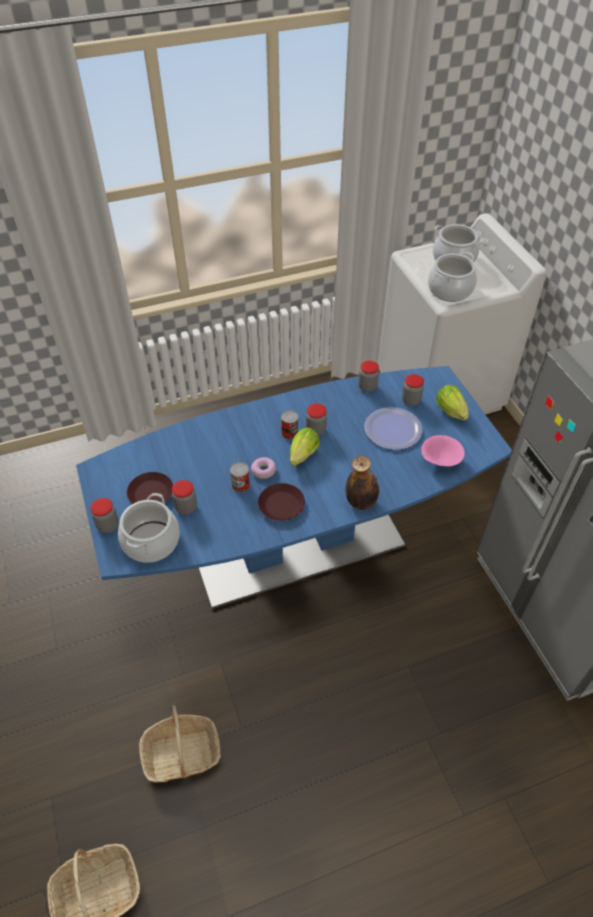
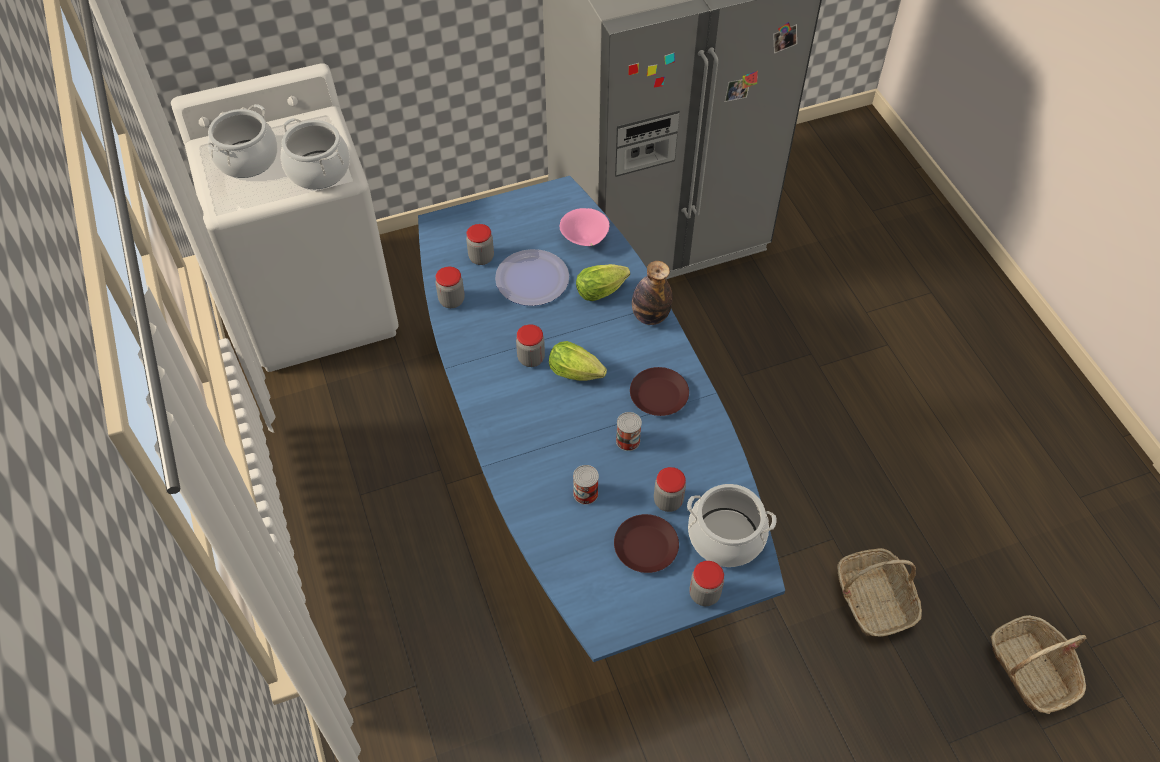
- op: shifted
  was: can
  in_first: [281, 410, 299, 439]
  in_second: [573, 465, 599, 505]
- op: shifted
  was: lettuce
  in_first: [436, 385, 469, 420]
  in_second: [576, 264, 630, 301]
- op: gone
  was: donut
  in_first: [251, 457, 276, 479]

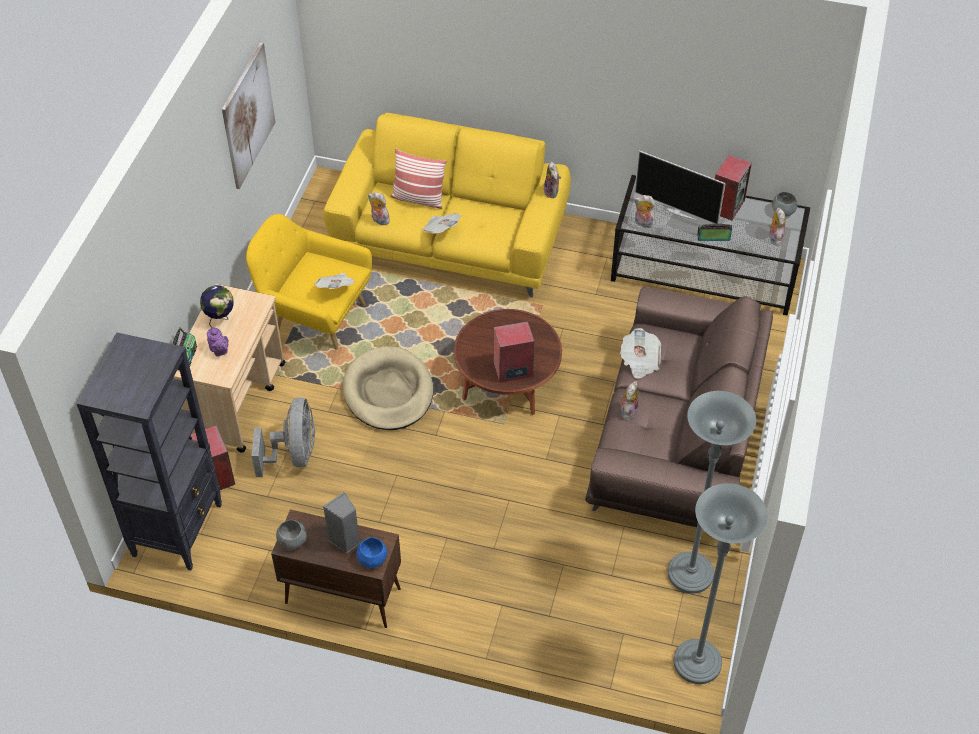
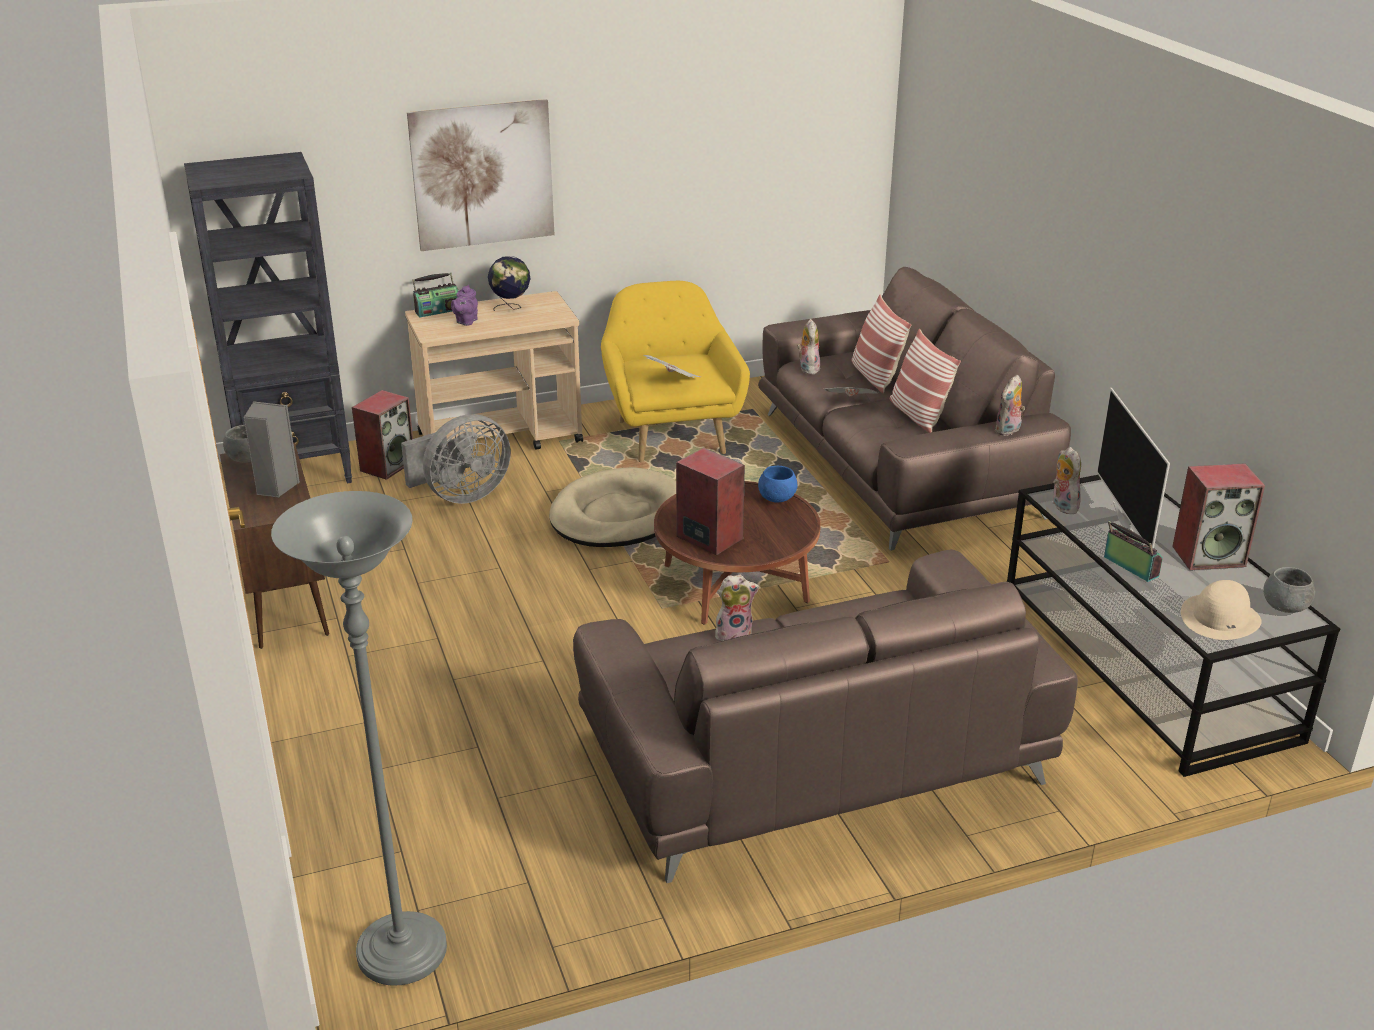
- op: shifted
  was: picture
  in_first: [222, 42, 276, 189]
  in_second: [407, 99, 554, 251]
- op: repainted
  was: yellow sofa
  now: brown sofa
  in_first: [323, 113, 571, 298]
  in_second: [758, 267, 1071, 550]
- op: shifted
  was: blue bowl
  in_first: [356, 537, 387, 568]
  in_second: [758, 466, 798, 502]
- op: new
  now: pillow
  in_second: [890, 329, 961, 433]
- op: swapped
  was: plush toy
  now: beige hat
  in_first: [769, 207, 786, 246]
  in_second: [1181, 580, 1262, 640]
- op: gone
  was: newspaper
  in_first: [620, 328, 661, 379]
- op: gone
  was: grey floor lamp
  in_first: [668, 391, 756, 594]

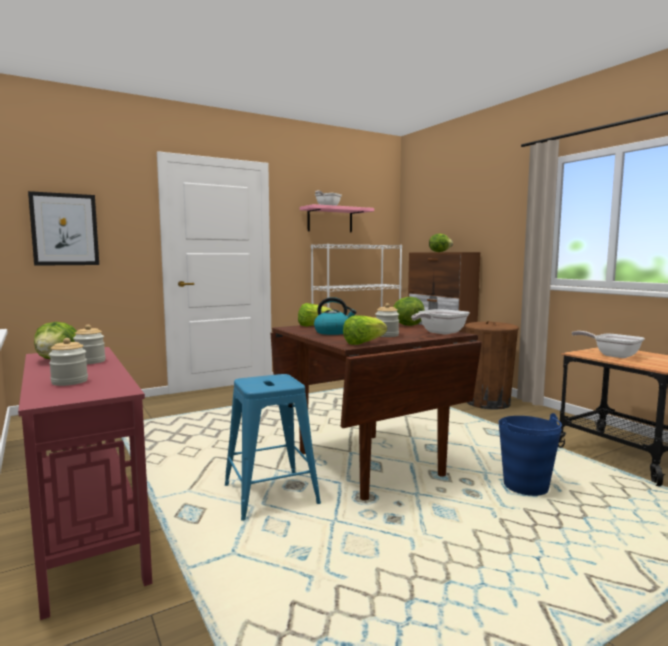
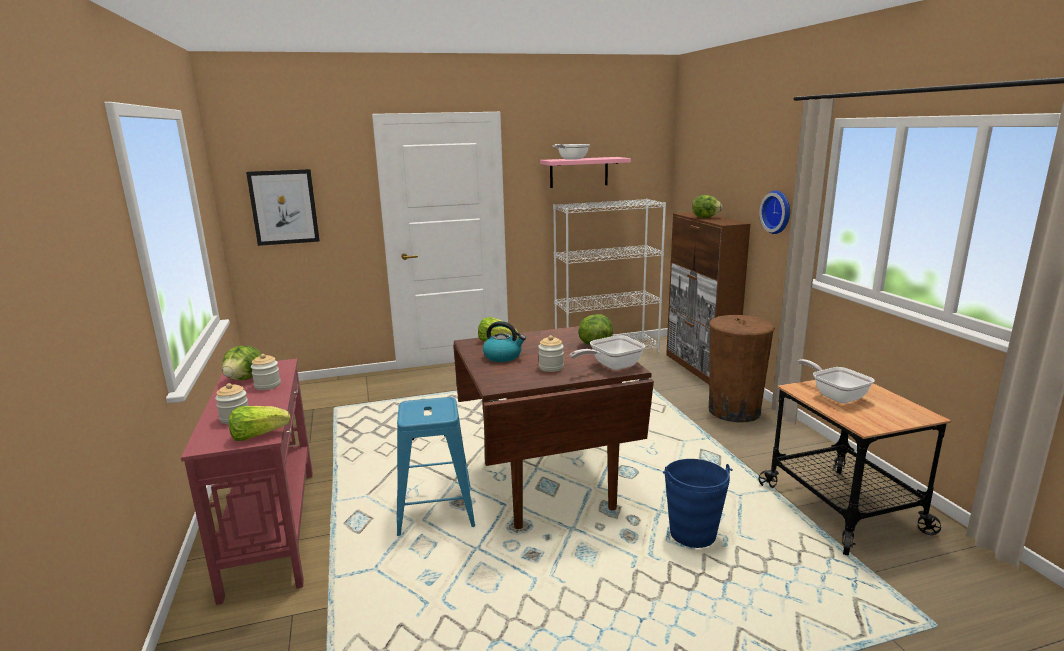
- op: shifted
  was: lettuce
  in_first: [343, 315, 387, 345]
  in_second: [229, 406, 290, 441]
- op: new
  now: wall clock
  in_second: [759, 190, 790, 234]

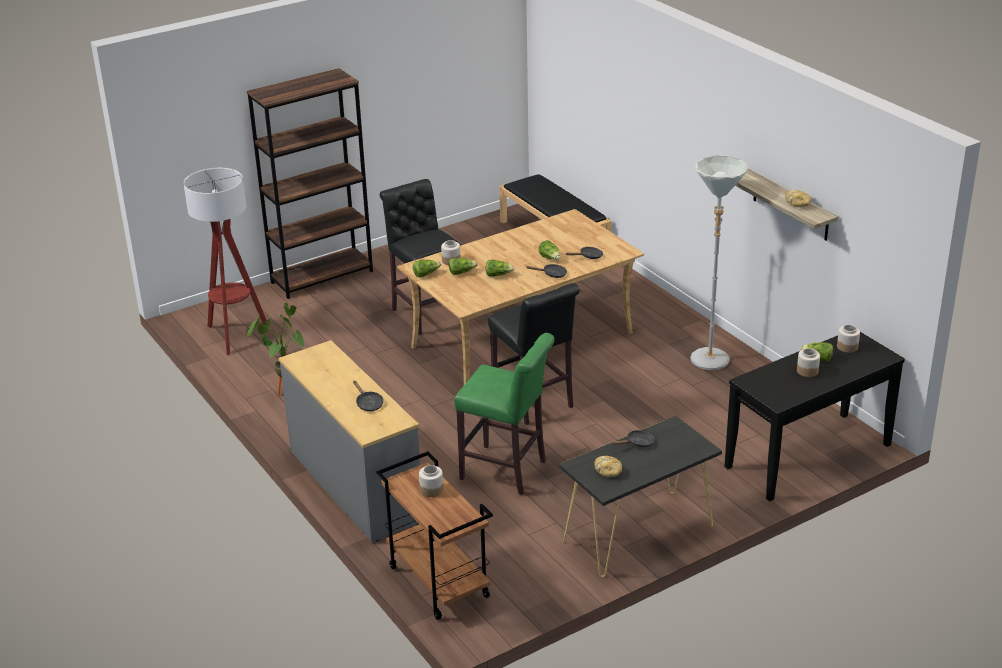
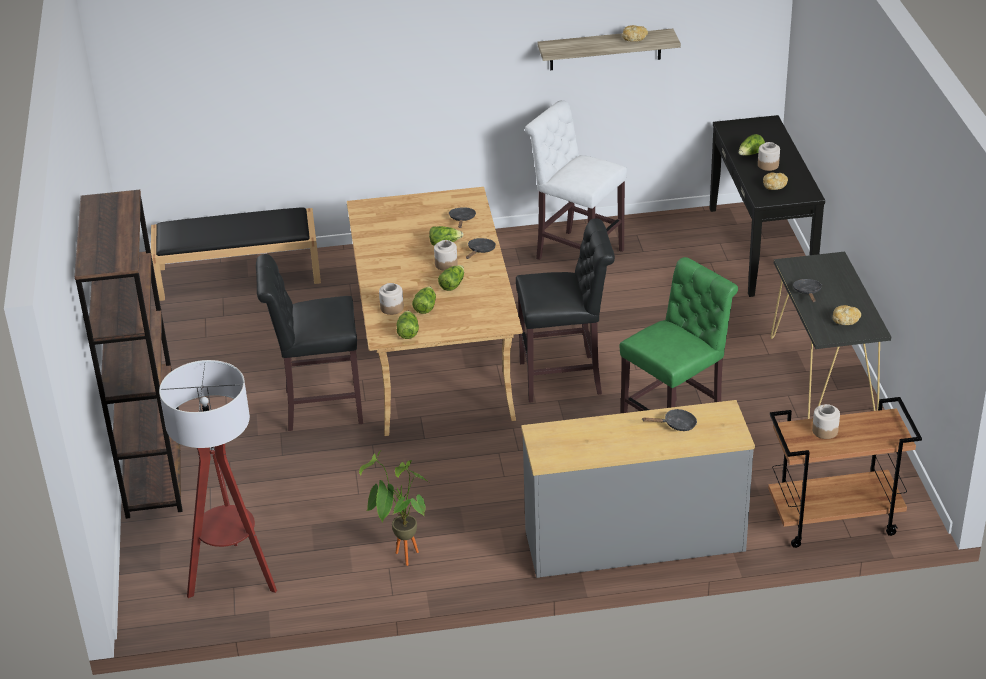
- op: shifted
  was: jar
  in_first: [837, 325, 860, 353]
  in_second: [434, 240, 458, 271]
- op: swapped
  was: grey floor lamp
  now: white stool
  in_first: [690, 156, 747, 370]
  in_second: [525, 100, 627, 260]
- op: new
  now: bread
  in_second: [763, 173, 788, 190]

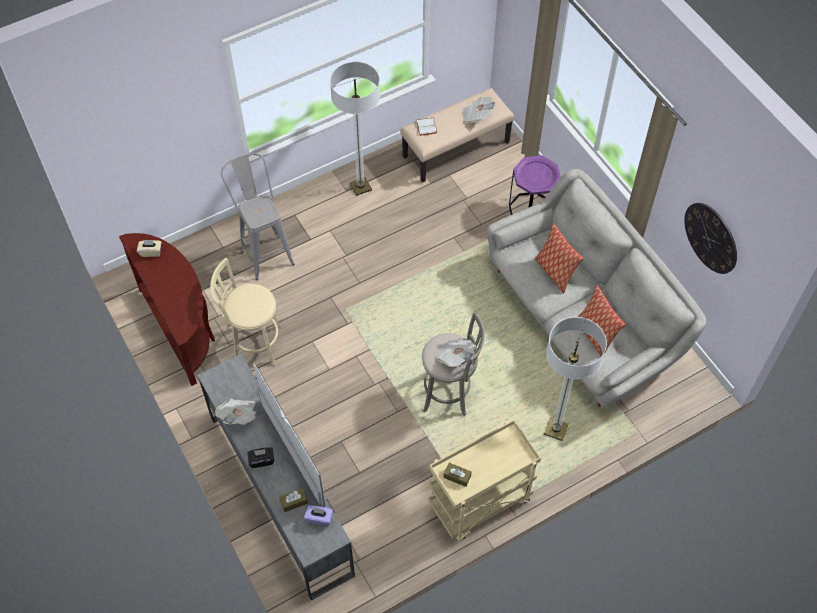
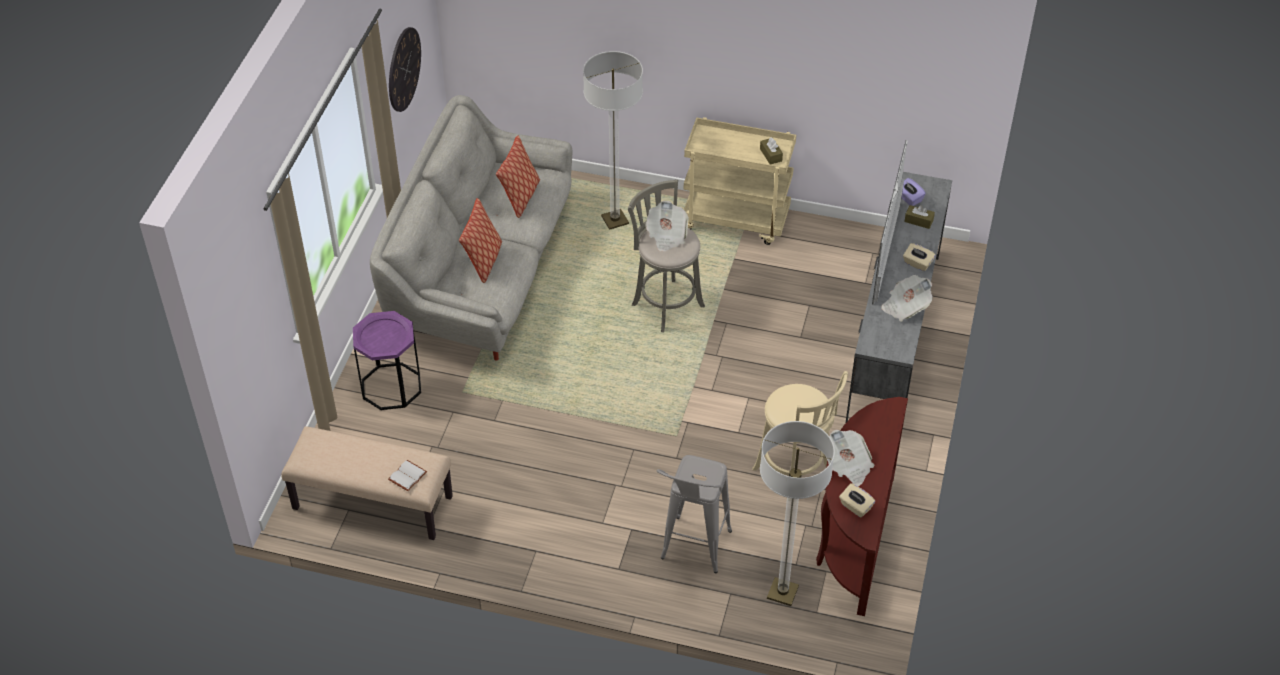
- op: shifted
  was: floor lamp
  in_first: [330, 61, 380, 196]
  in_second: [760, 421, 835, 606]
- op: shifted
  was: newspaper
  in_first: [461, 97, 496, 123]
  in_second: [827, 429, 874, 486]
- op: repainted
  was: black tissue box
  now: beige tissue box
  in_first: [248, 447, 275, 468]
  in_second: [903, 243, 935, 271]

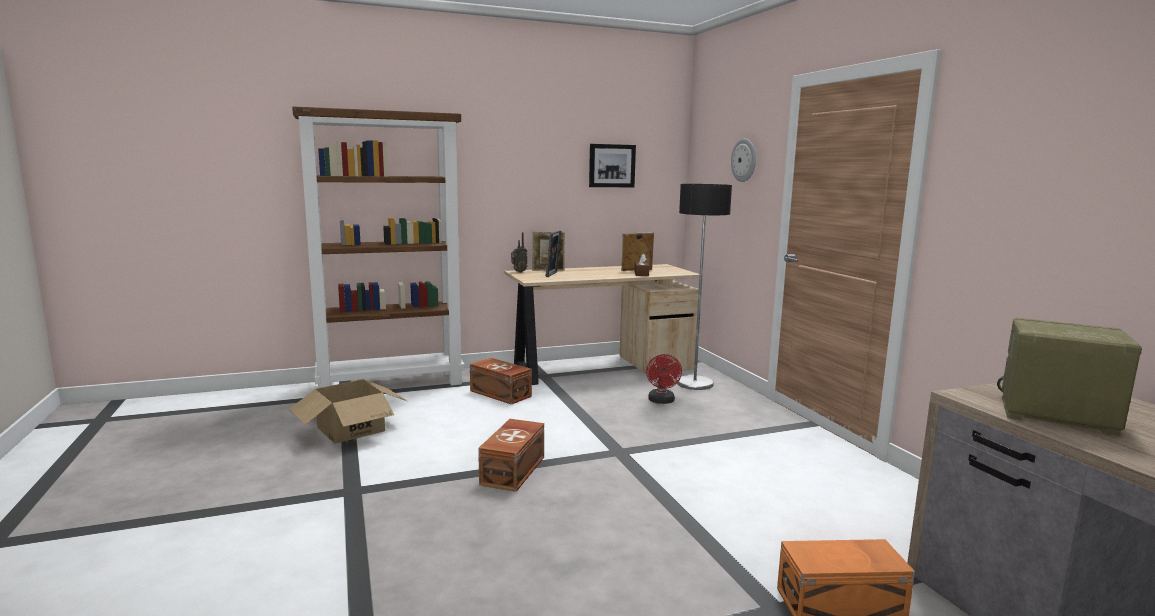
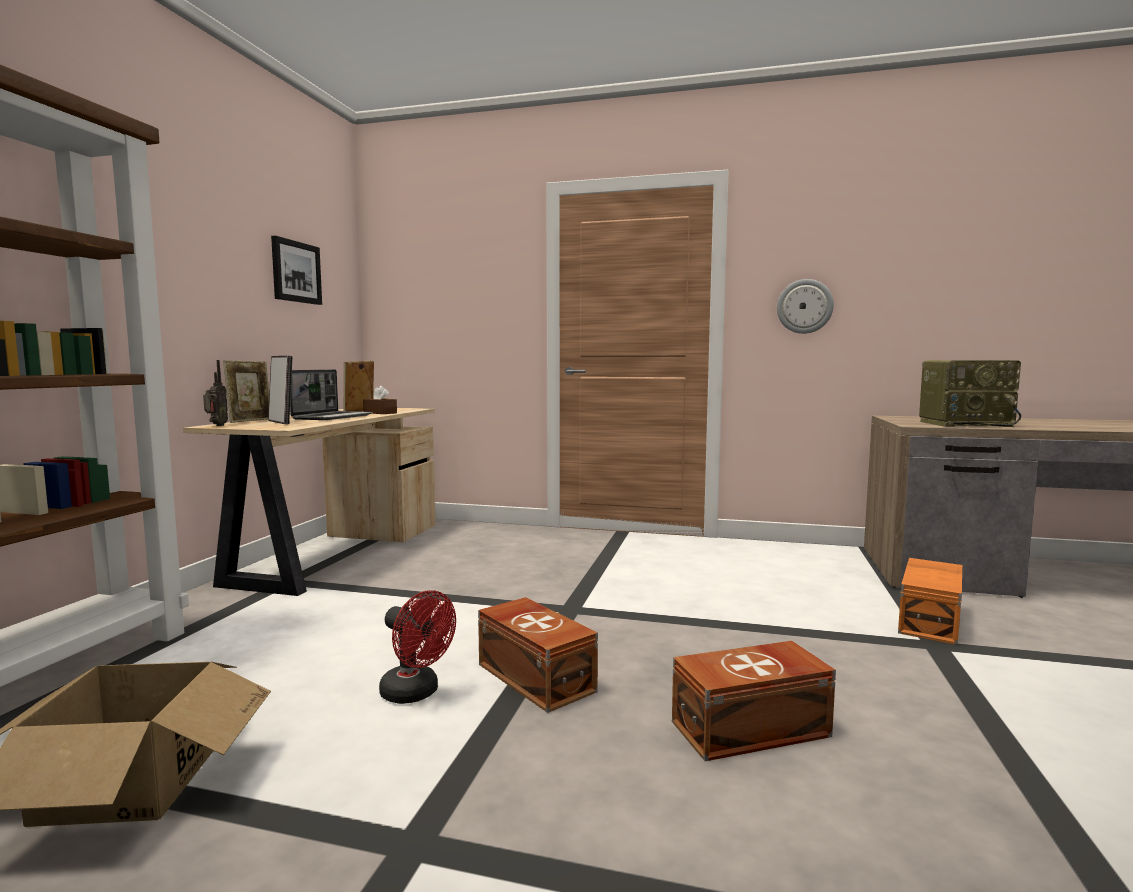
- op: new
  now: laptop
  in_second: [290, 370, 372, 420]
- op: shifted
  was: red fan
  in_first: [646, 354, 682, 404]
  in_second: [379, 590, 456, 704]
- op: shifted
  was: brown storage box
  in_first: [470, 358, 532, 404]
  in_second: [672, 641, 836, 761]
- op: shifted
  was: wall clock
  in_first: [731, 139, 756, 182]
  in_second: [777, 279, 834, 334]
- op: rotated
  was: radio
  in_first: [997, 318, 1142, 437]
  in_second: [919, 360, 1021, 427]
  clockwise: -150
- op: gone
  was: floor lamp
  in_first: [676, 184, 732, 390]

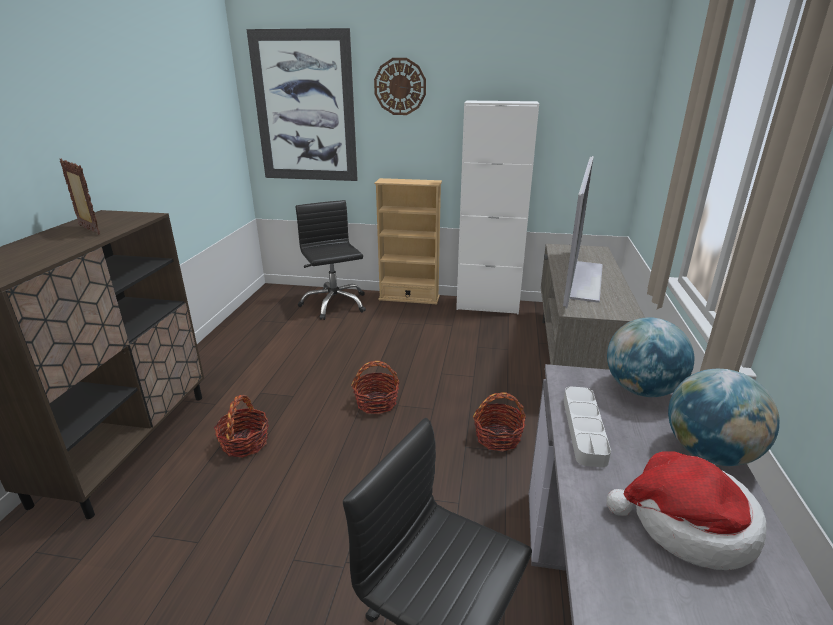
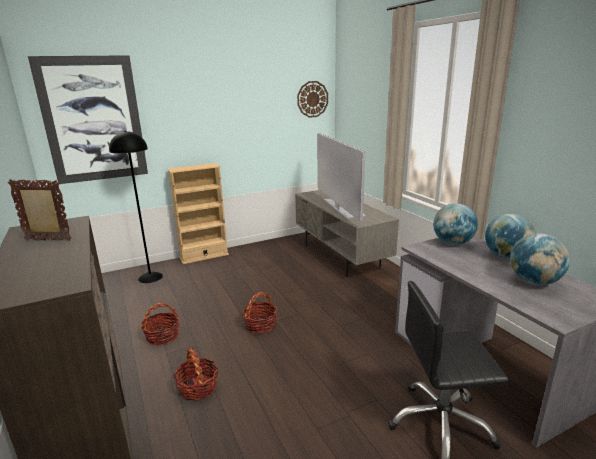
- op: swapped
  was: black office chair
  now: black floor lamp
  in_first: [296, 200, 366, 320]
  in_second: [109, 131, 163, 283]
- op: shifted
  was: basket
  in_first: [473, 392, 526, 452]
  in_second: [141, 303, 179, 346]
- op: shifted
  was: wall clock
  in_first: [374, 58, 426, 115]
  in_second: [297, 81, 328, 118]
- op: swapped
  was: hat
  now: globe
  in_first: [606, 451, 766, 570]
  in_second: [510, 233, 570, 285]
- op: gone
  was: white cabinet
  in_first: [456, 100, 539, 314]
- op: gone
  was: grey tray
  in_first: [563, 386, 611, 467]

